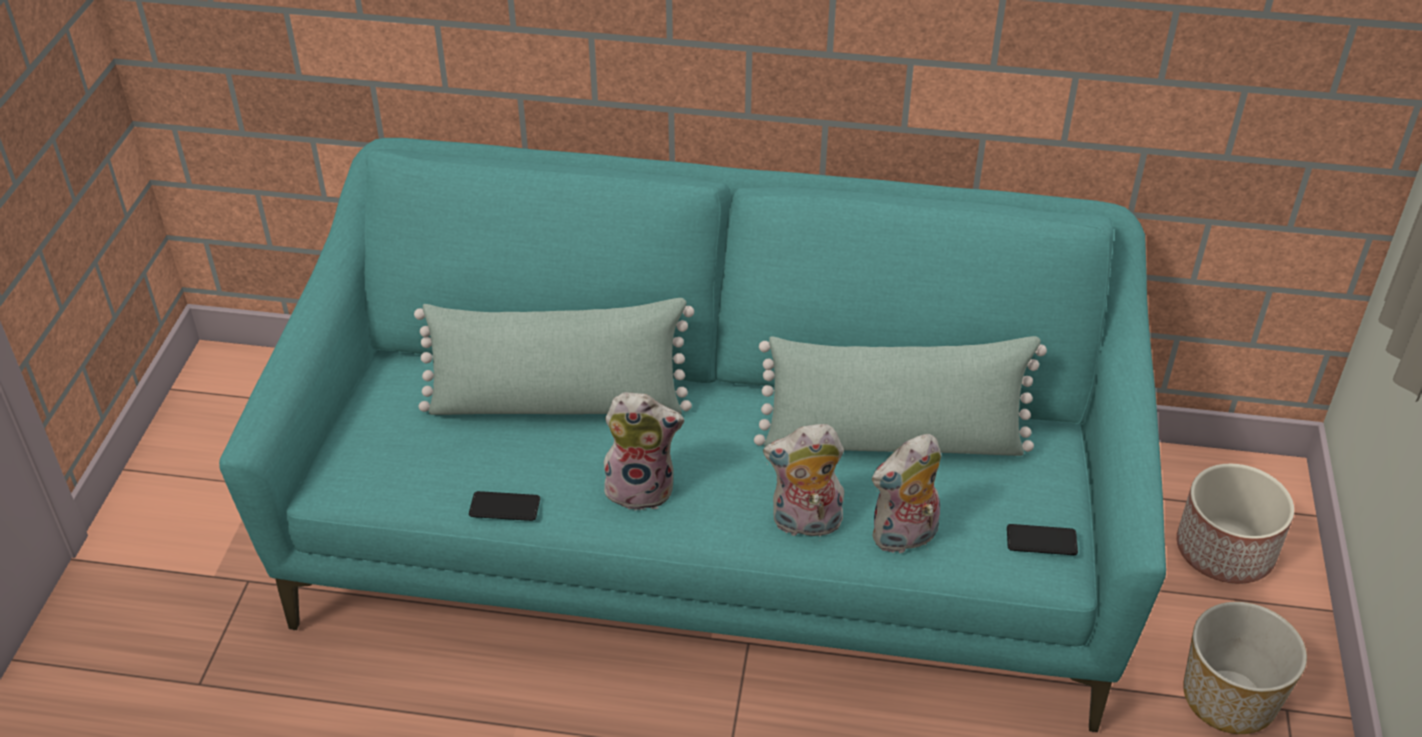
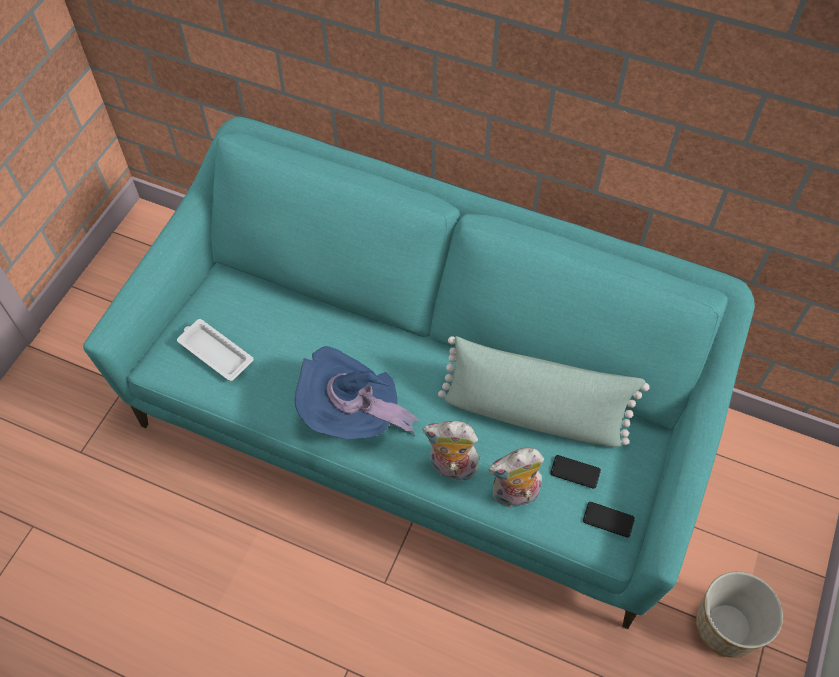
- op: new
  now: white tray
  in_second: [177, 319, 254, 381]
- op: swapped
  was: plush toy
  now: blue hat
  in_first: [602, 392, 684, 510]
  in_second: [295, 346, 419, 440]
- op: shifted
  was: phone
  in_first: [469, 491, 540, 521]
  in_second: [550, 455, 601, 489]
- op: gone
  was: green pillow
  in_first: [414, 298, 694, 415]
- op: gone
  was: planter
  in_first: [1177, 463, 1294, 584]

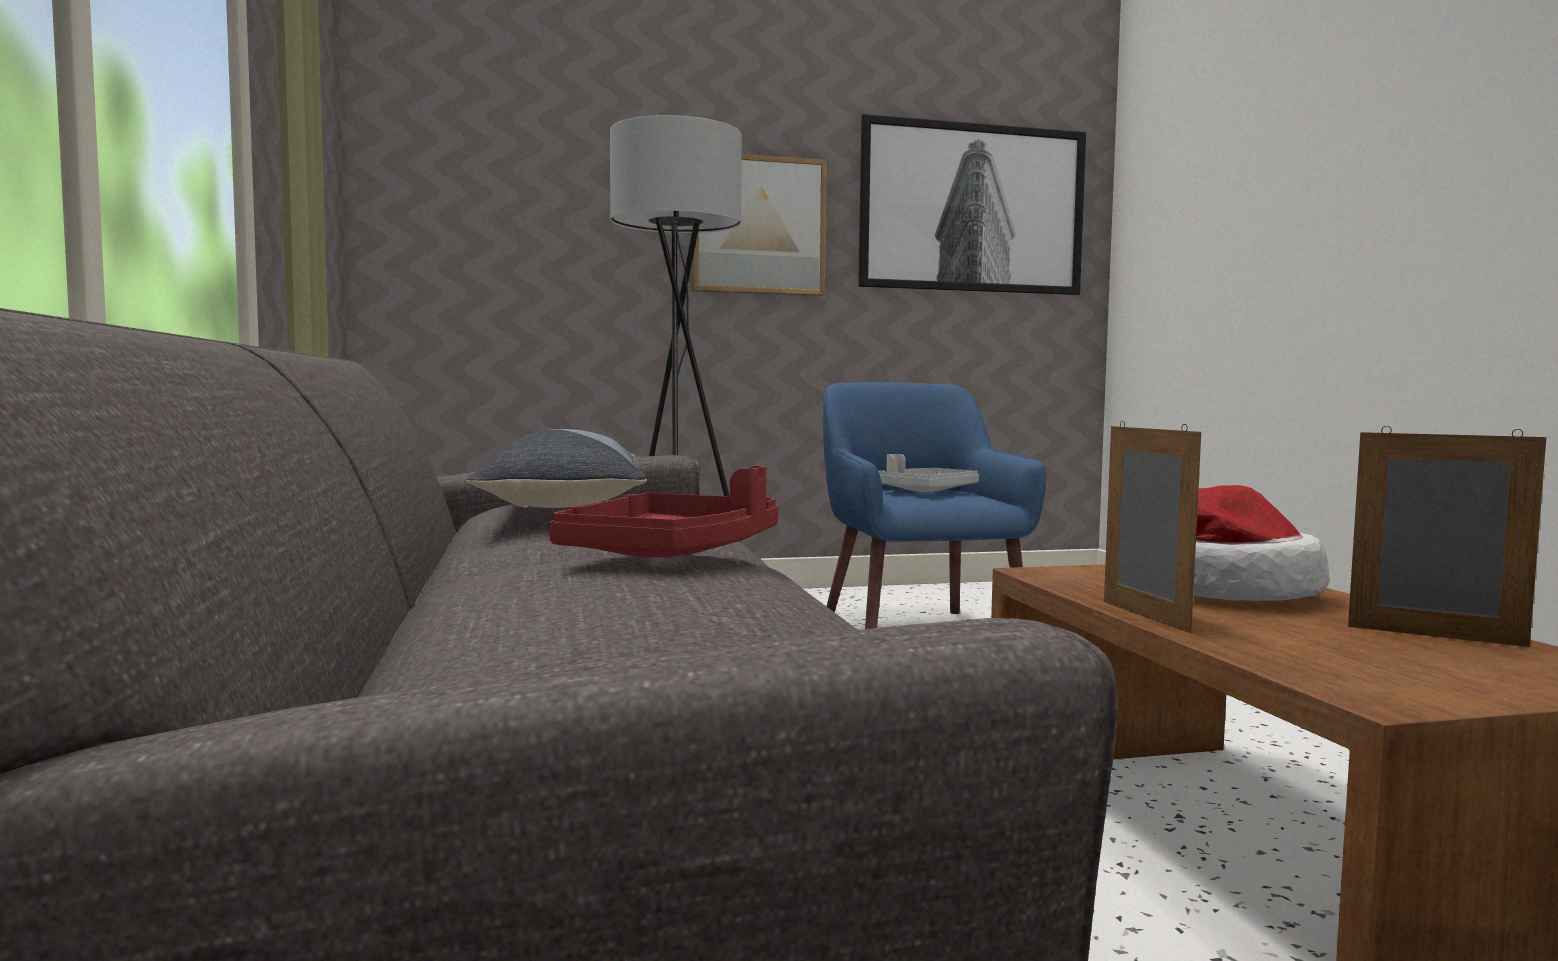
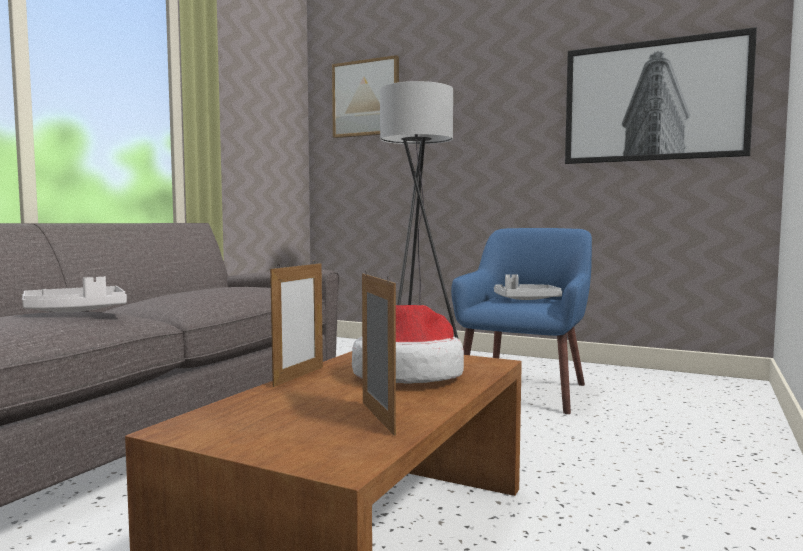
- op: repainted
  was: red tray
  now: white tray
  in_first: [549, 466, 779, 558]
  in_second: [22, 276, 127, 312]
- op: shifted
  was: picture
  in_first: [692, 154, 827, 296]
  in_second: [332, 55, 399, 138]
- op: gone
  was: pillow
  in_first: [467, 429, 647, 508]

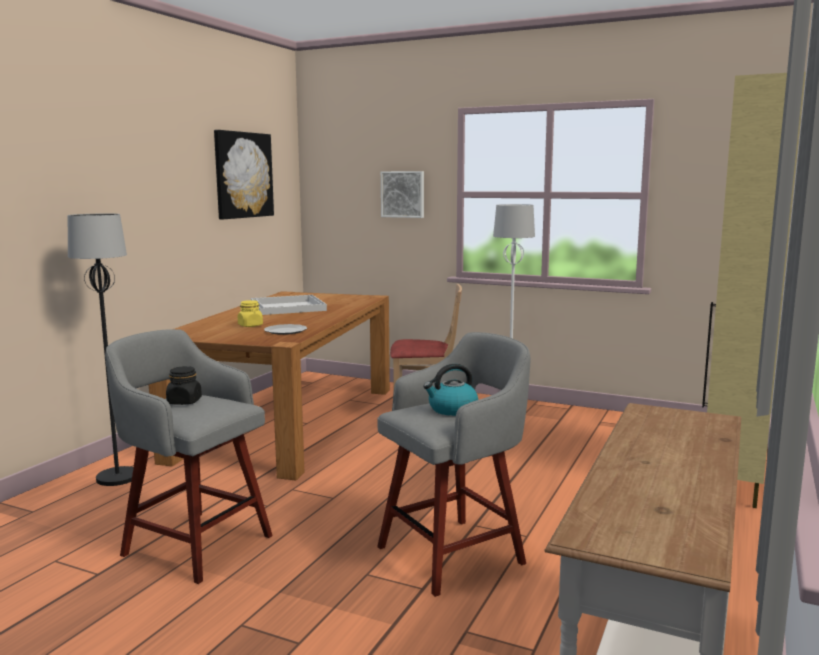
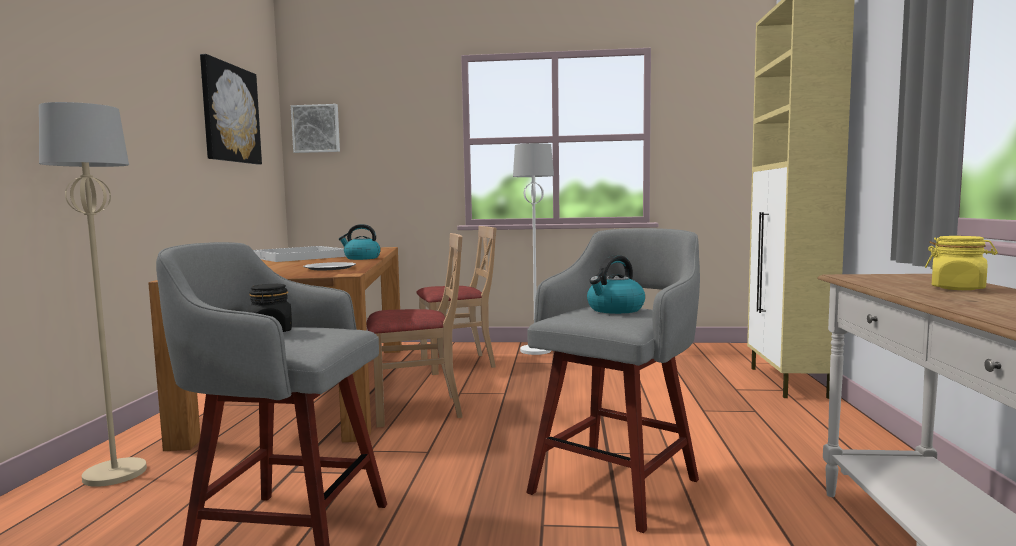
- op: repainted
  was: black floor lamp
  now: beige floor lamp
  in_first: [68, 214, 134, 486]
  in_second: [39, 102, 147, 487]
- op: shifted
  was: picture
  in_first: [381, 171, 424, 218]
  in_second: [291, 104, 340, 153]
- op: new
  now: kettle
  in_second: [339, 224, 381, 260]
- op: new
  now: beige chair
  in_second: [366, 233, 463, 427]
- op: shifted
  was: yellow jar
  in_first: [238, 300, 263, 327]
  in_second: [925, 236, 998, 290]

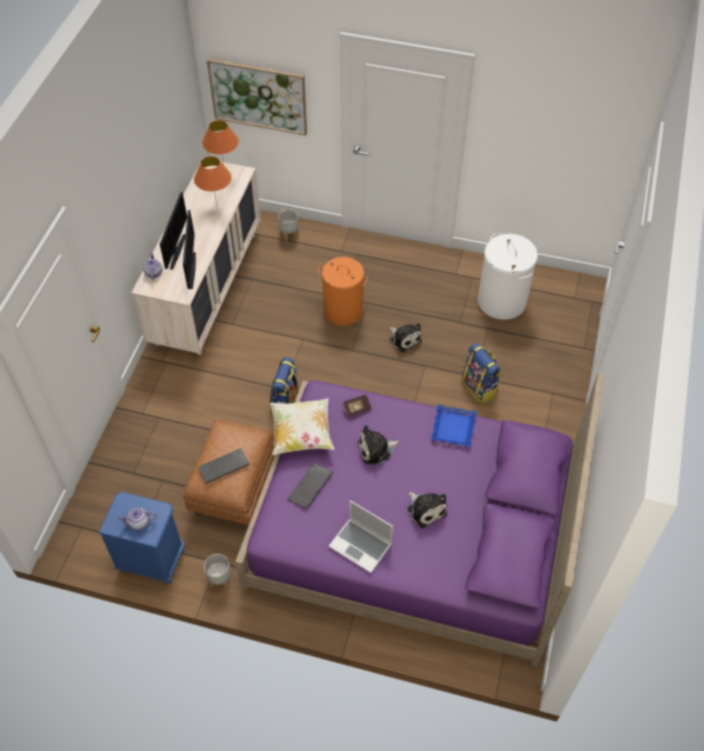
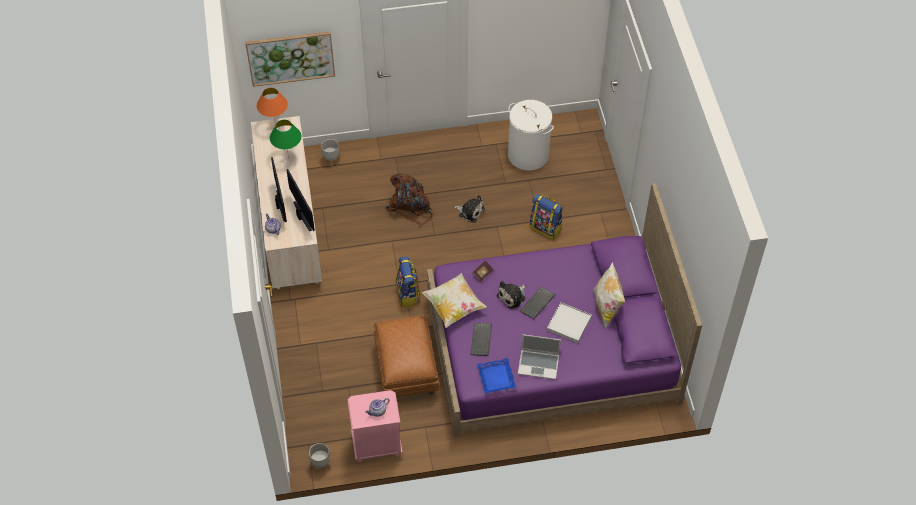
- op: repainted
  was: orange table lamp
  now: green table lamp
  in_first: [194, 156, 231, 205]
  in_second: [270, 120, 301, 158]
- op: shifted
  was: grey planter
  in_first: [204, 554, 231, 589]
  in_second: [309, 443, 330, 473]
- op: repainted
  was: blue nightstand
  now: pink nightstand
  in_first: [98, 492, 185, 584]
  in_second: [348, 390, 403, 462]
- op: swapped
  was: orange laundry basket
  now: brown backpack
  in_first: [318, 257, 368, 326]
  in_second: [385, 174, 432, 228]
- op: shifted
  was: blue tray
  in_first: [431, 405, 477, 447]
  in_second: [477, 358, 516, 393]
- op: shifted
  was: keyboard
  in_first: [198, 448, 250, 484]
  in_second: [520, 287, 555, 319]
- op: swapped
  was: plush toy
  now: white tray
  in_first: [408, 491, 447, 528]
  in_second: [547, 302, 592, 343]
- op: new
  now: pillow
  in_second: [593, 262, 625, 329]

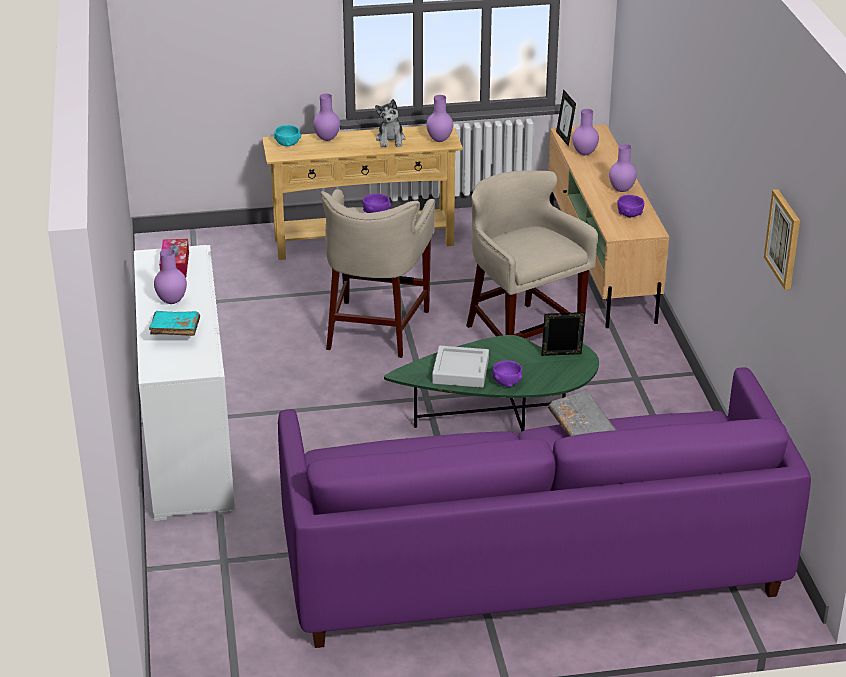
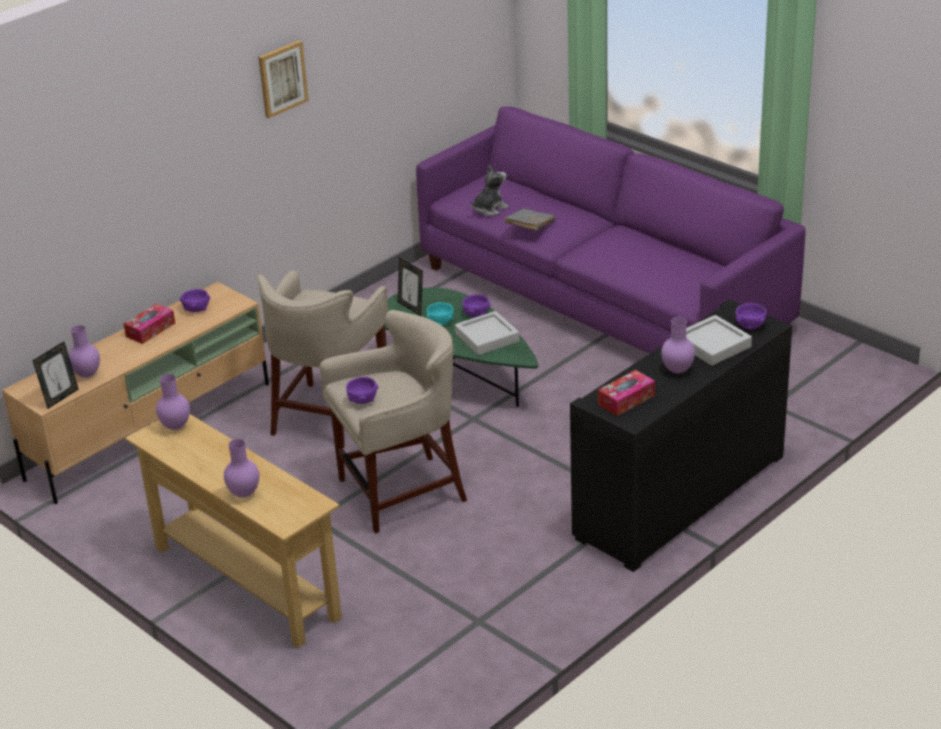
- op: swapped
  was: purple vase
  now: tissue box
  in_first: [609, 144, 637, 192]
  in_second: [124, 304, 175, 344]
- op: shifted
  was: picture
  in_first: [764, 189, 800, 290]
  in_second: [258, 40, 309, 118]
- op: shifted
  was: turquoise bowl
  in_first: [273, 125, 301, 147]
  in_second: [427, 302, 454, 326]
- op: shifted
  was: plush toy
  in_first: [375, 99, 406, 147]
  in_second: [470, 165, 509, 216]
- op: repainted
  was: white cabinet
  now: black cabinet
  in_first: [134, 245, 235, 521]
  in_second: [570, 299, 792, 572]
- op: swapped
  was: turquoise book
  now: grey tray
  in_first: [149, 311, 200, 336]
  in_second: [686, 315, 752, 366]
- op: new
  now: purple bowl
  in_second: [735, 303, 767, 330]

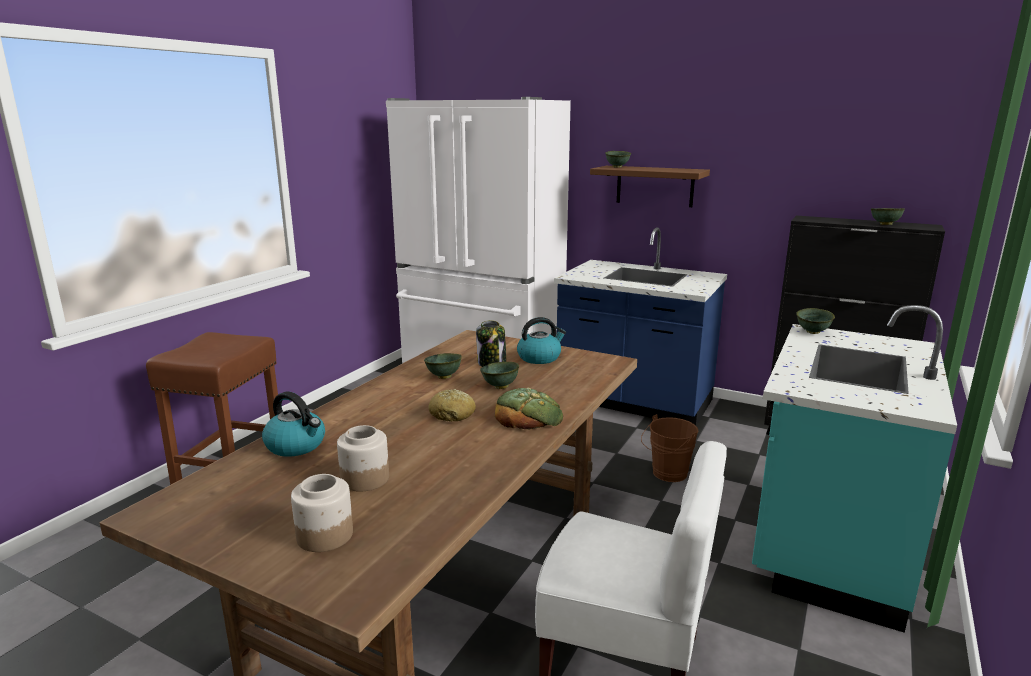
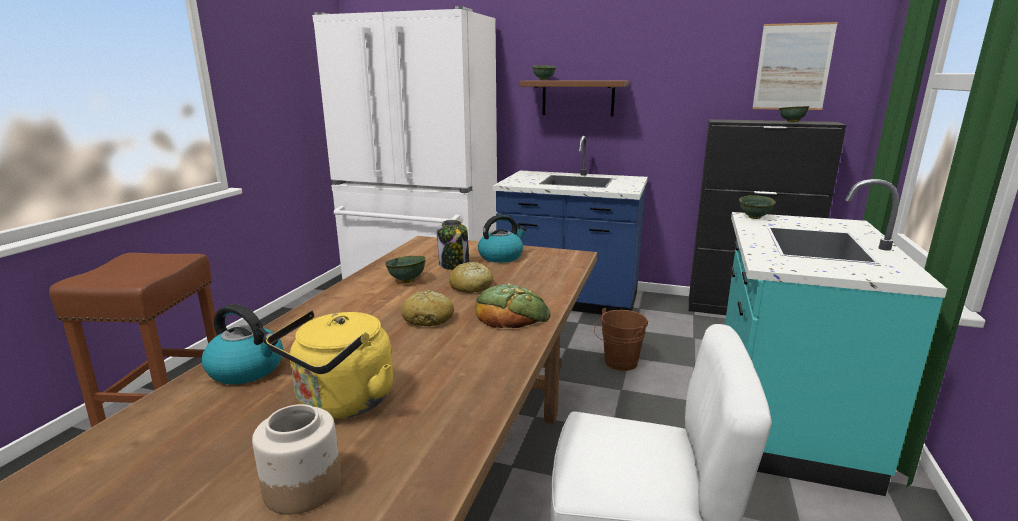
- op: swapped
  was: jar
  now: yellow kettle
  in_first: [337, 425, 389, 492]
  in_second: [266, 311, 393, 419]
- op: swapped
  was: green bowl
  now: bread
  in_first: [480, 362, 519, 389]
  in_second: [449, 262, 493, 293]
- op: new
  now: picture
  in_second: [752, 22, 838, 110]

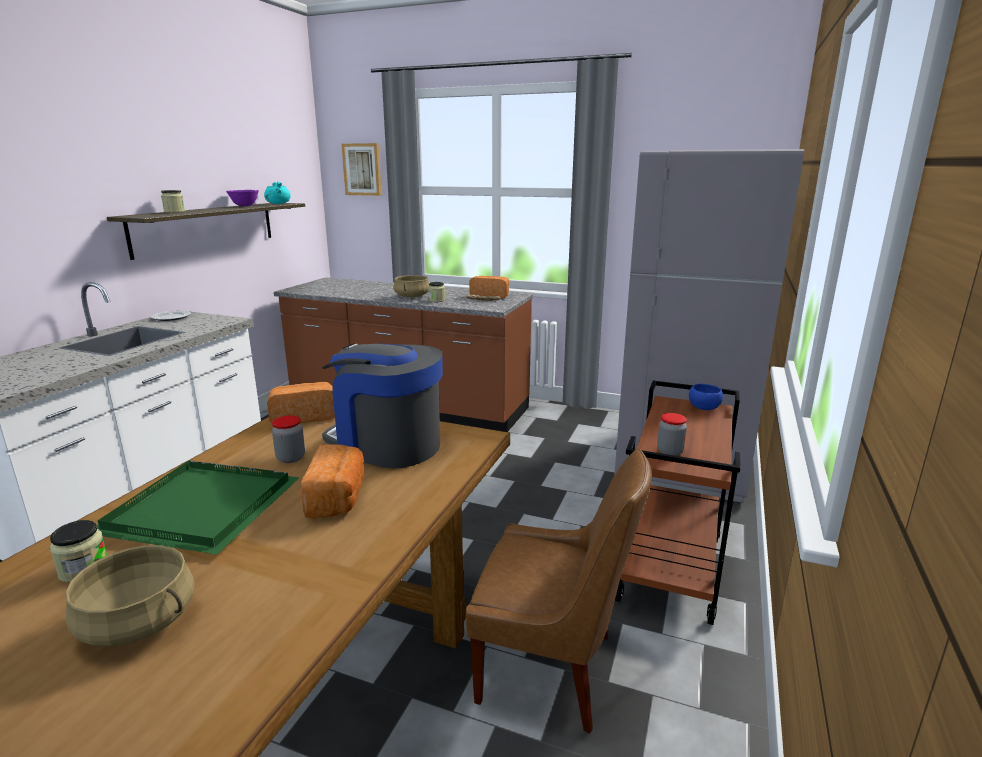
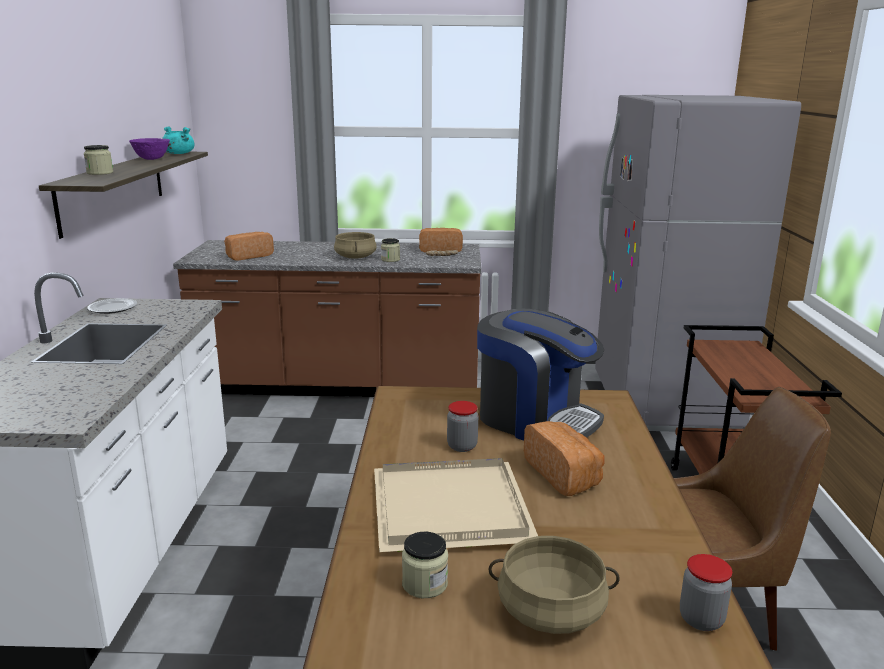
- op: shifted
  was: bread
  in_first: [267, 382, 335, 423]
  in_second: [224, 232, 274, 261]
- op: repainted
  was: green tray
  now: beige tray
  in_first: [97, 461, 300, 554]
  in_second: [374, 458, 538, 552]
- op: rotated
  was: coffee machine
  in_first: [322, 343, 443, 468]
  in_second: [477, 309, 604, 441]
  clockwise: -150
- op: shifted
  was: jar
  in_first: [657, 413, 687, 456]
  in_second: [680, 554, 732, 631]
- op: gone
  was: picture
  in_first: [342, 143, 382, 196]
- op: gone
  was: blue bowl
  in_first: [689, 384, 723, 410]

